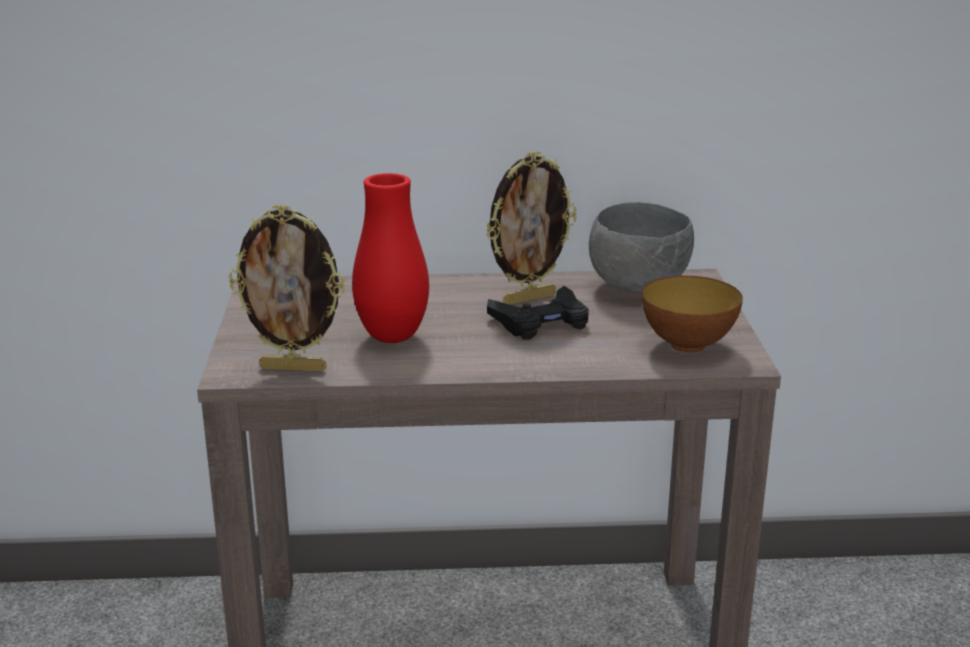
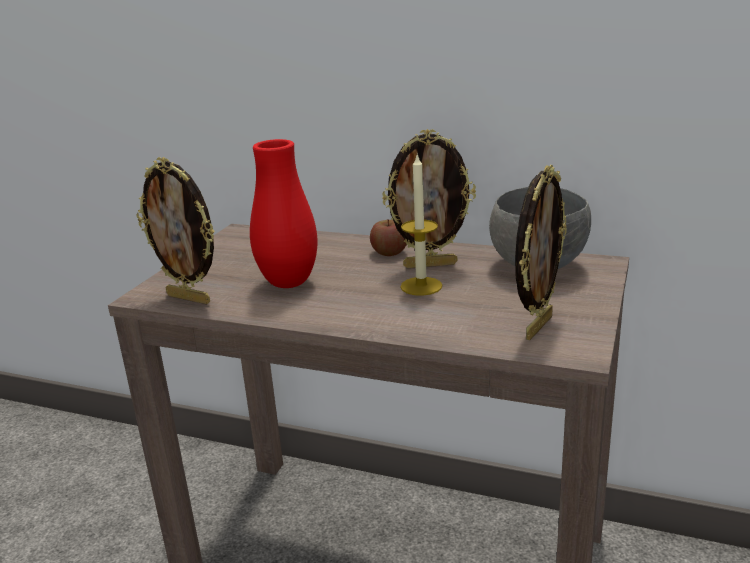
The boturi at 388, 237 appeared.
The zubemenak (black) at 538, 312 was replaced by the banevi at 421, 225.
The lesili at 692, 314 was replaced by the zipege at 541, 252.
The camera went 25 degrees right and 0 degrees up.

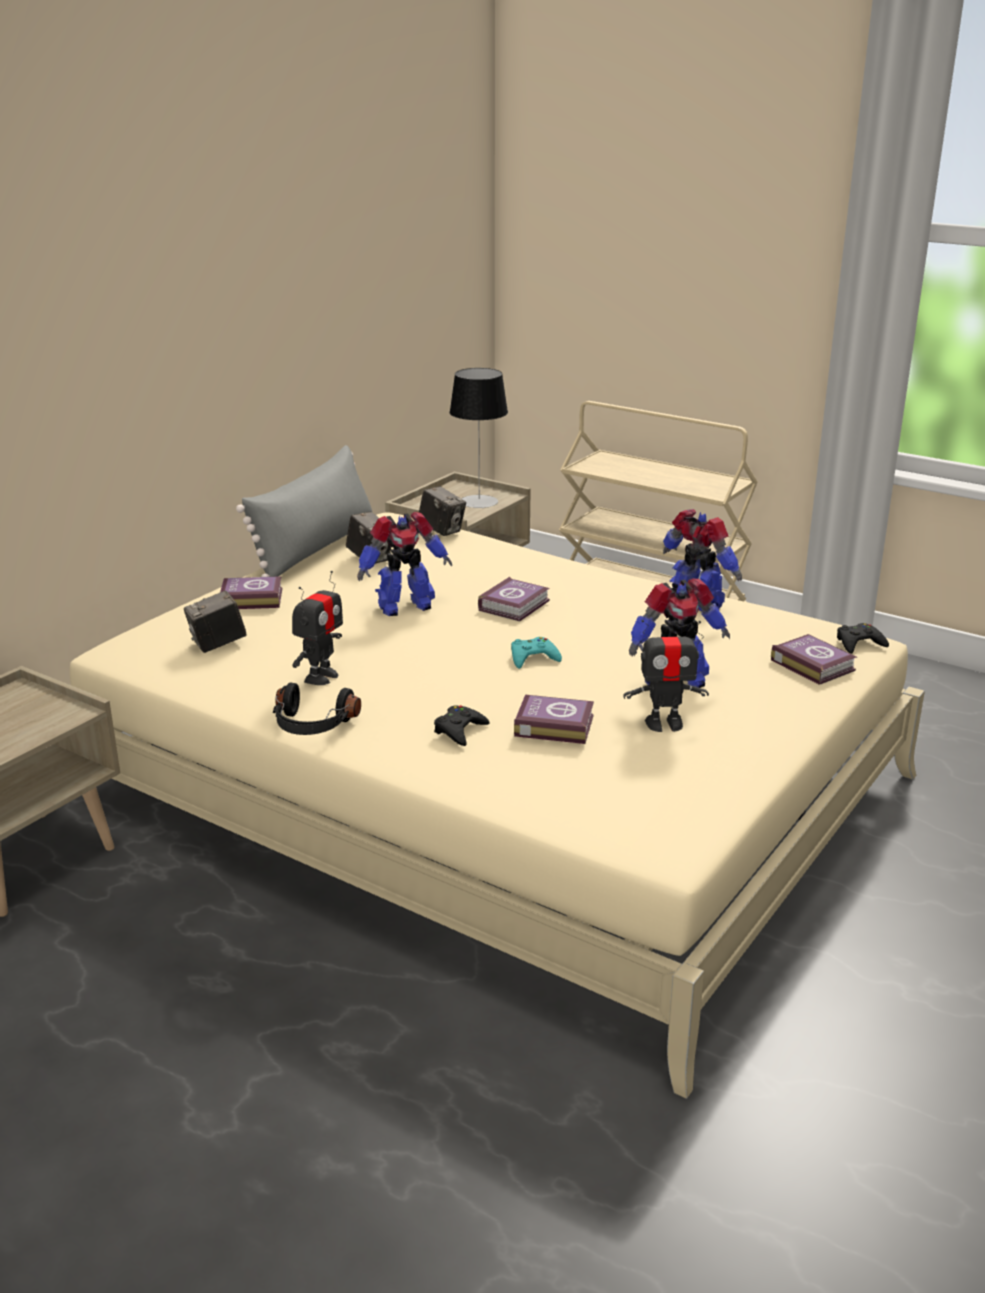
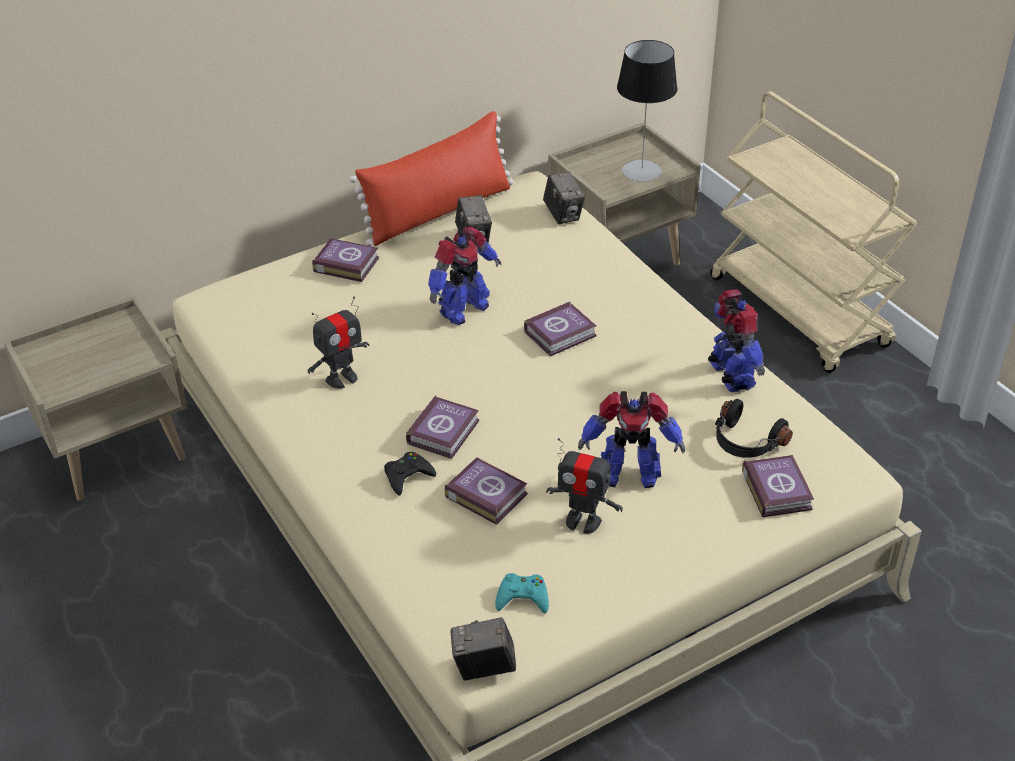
The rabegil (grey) at 304, 511 became the rabegil (red) at 431, 178.
The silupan at 442, 427 appeared.
The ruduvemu at 404, 564 turned 45 degrees counterclockwise.
The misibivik moved from 215, 621 to 483, 649.
The zubemenak (turquoise) moved from 536, 653 to 522, 593.
The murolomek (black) moved from 317, 708 to 754, 428.
The zubemenak (black) at 863, 638 disappeared.
The camera went 25 degrees right and 15 degrees up.

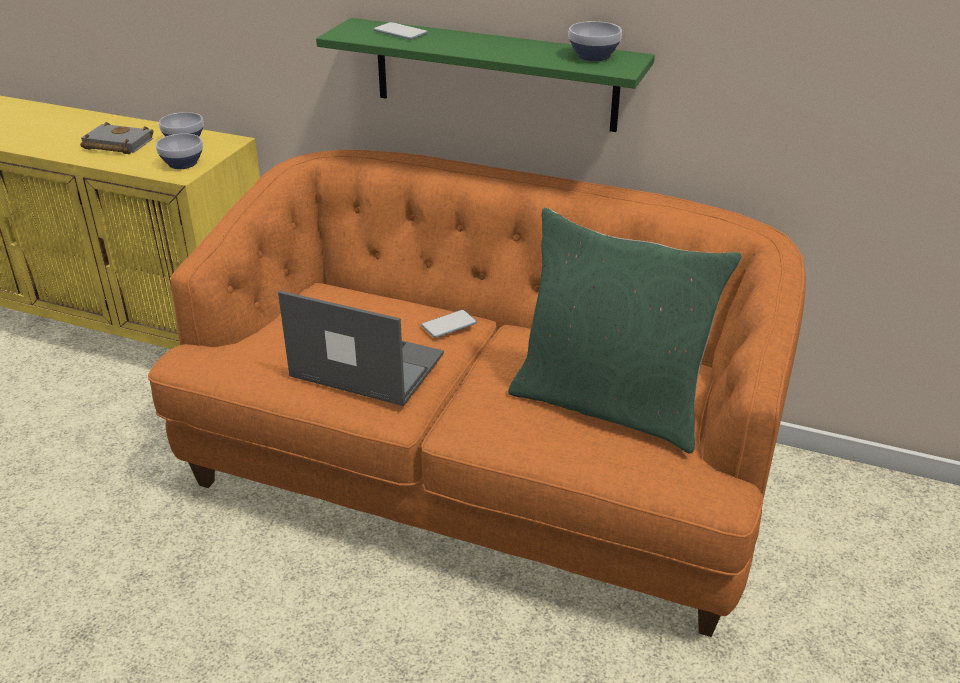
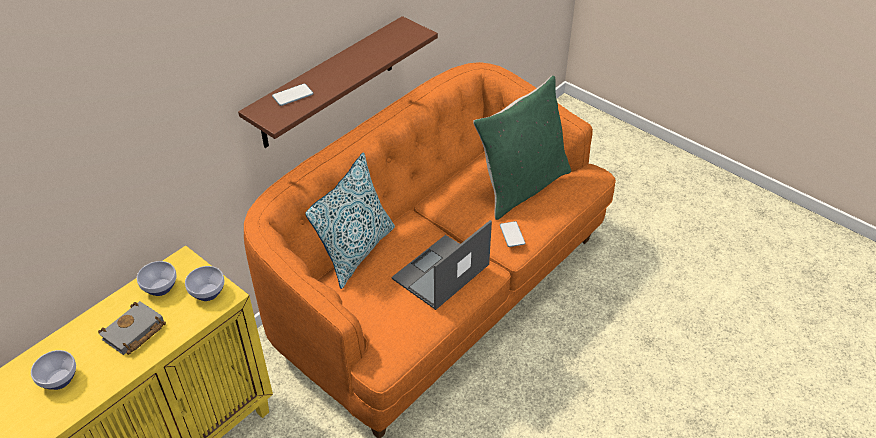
The lesili moved from 595, 41 to 53, 370.
The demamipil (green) at 485, 75 became the demamipil (brown) at 338, 82.
The rabegil at 350, 220 appeared.
The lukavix moved from 449, 324 to 512, 234.
The camera went 70 degrees left and 10 degrees up.

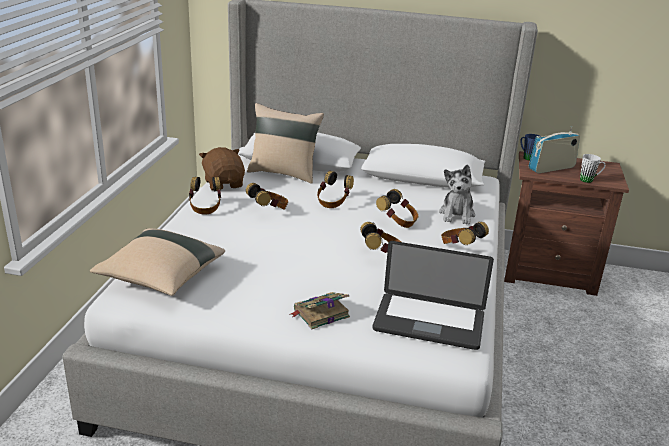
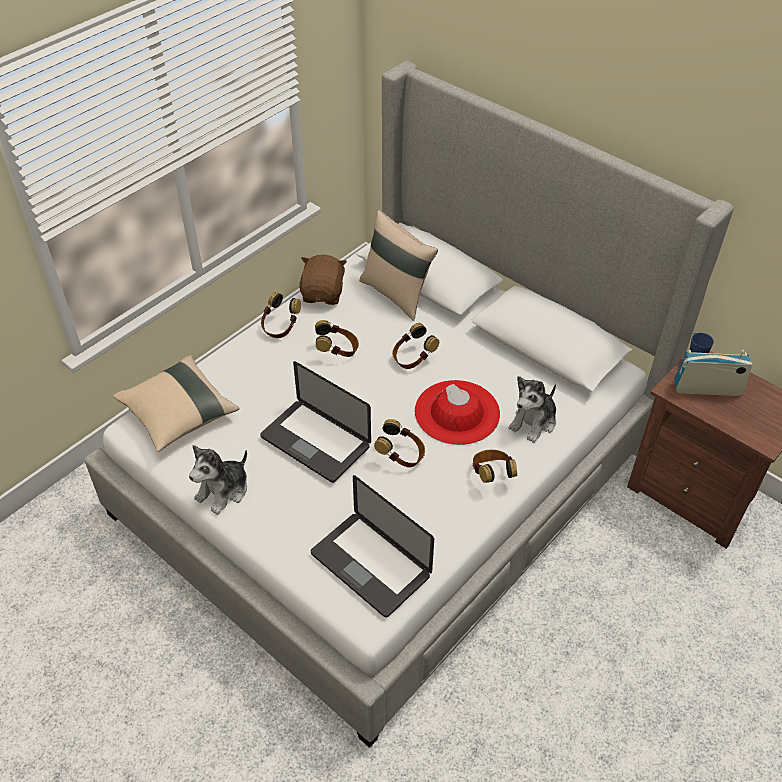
The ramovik at 218, 480 appeared.
The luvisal at 315, 422 appeared.
The murolomek at 397, 208 was replaced by the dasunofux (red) at 457, 412.
The silupan at 320, 310 disappeared.
The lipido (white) at 592, 168 disappeared.
The camera went 30 degrees right and 20 degrees up.

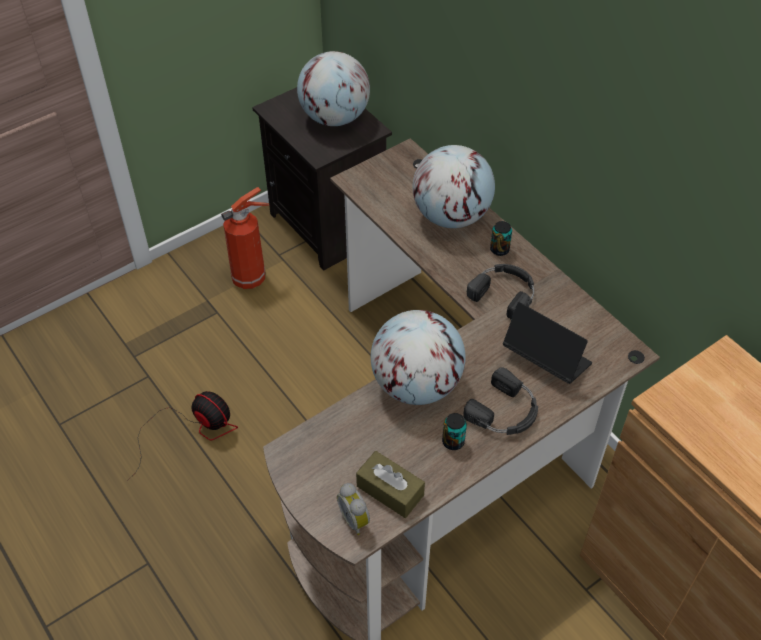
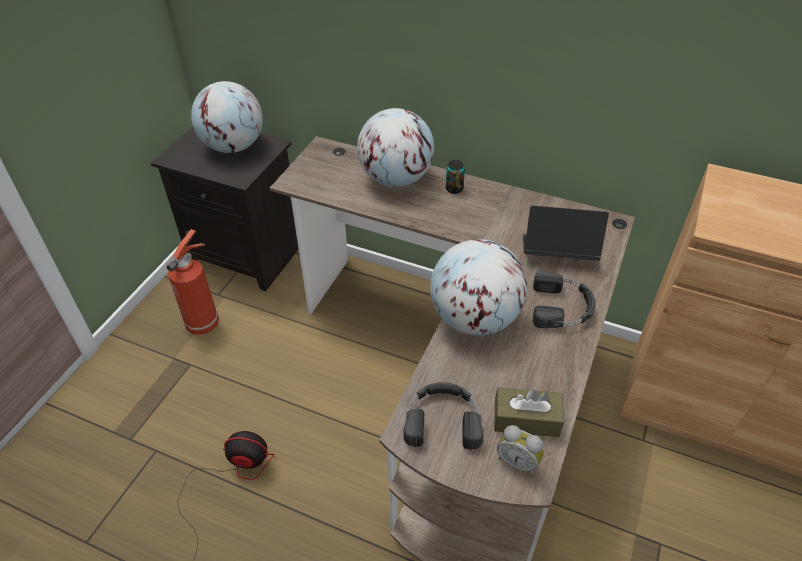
The murolomek (black) moved from 500, 292 to 443, 416.
The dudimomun at 454, 431 disappeared.
The camera went 30 degrees left and 5 degrees down.

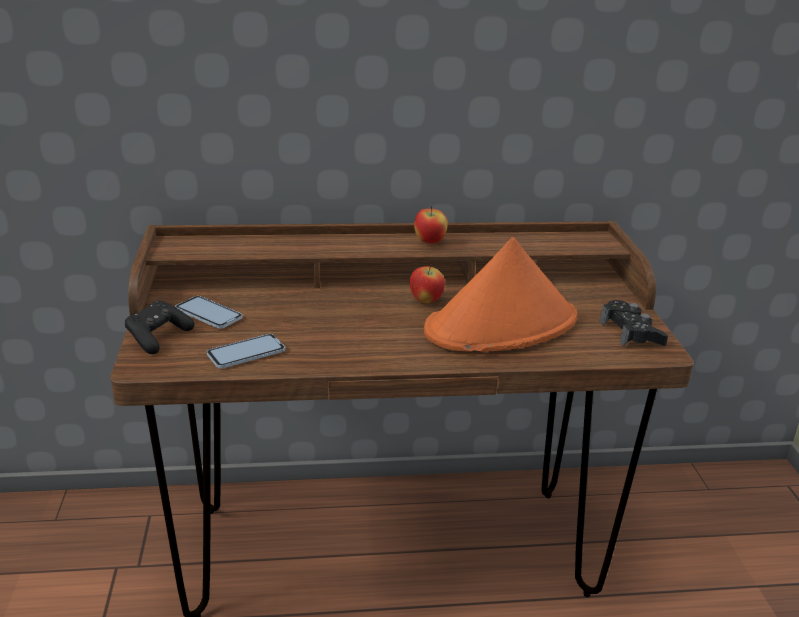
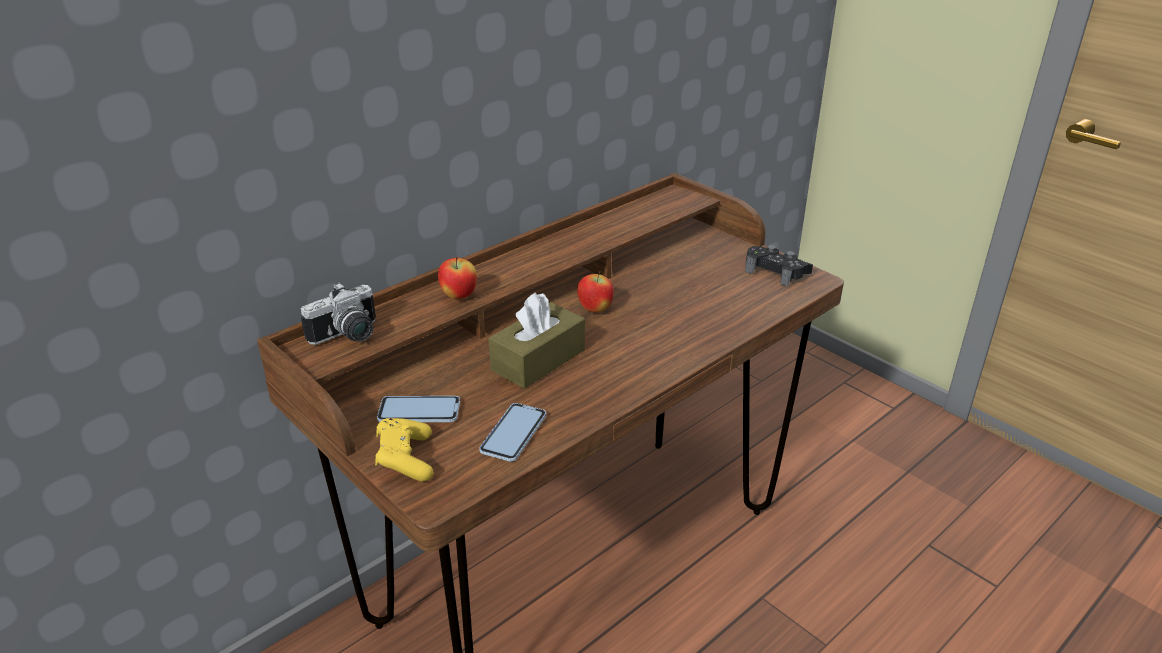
The misibivik at 338, 314 appeared.
The zubemenak (black) at 159, 327 became the zubemenak (yellow) at 404, 450.
The boturi moved from 431, 225 to 457, 278.
The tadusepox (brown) at 536, 340 appeared.
The dasunofux (orange) at 500, 294 disappeared.
The camera went 35 degrees left and 5 degrees up.

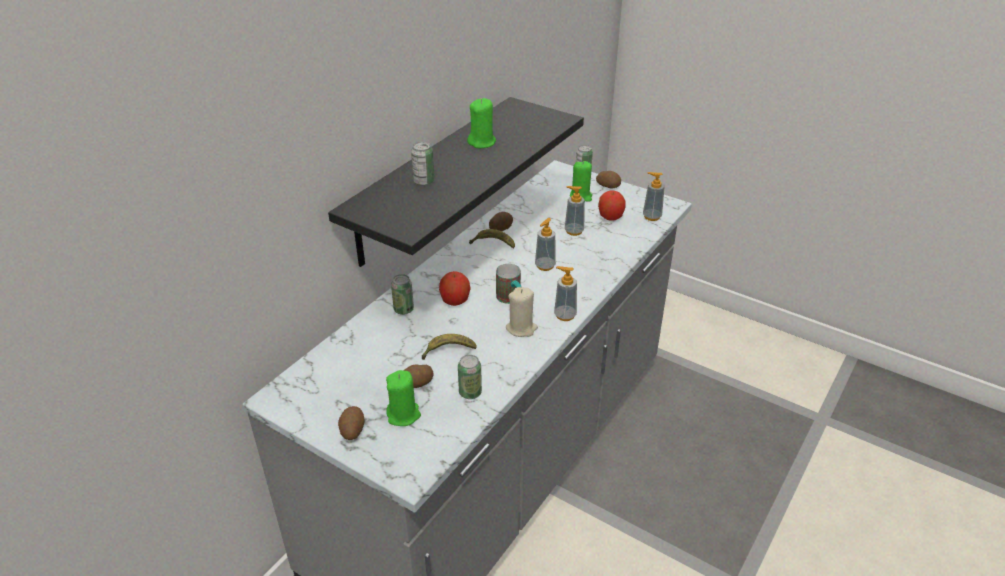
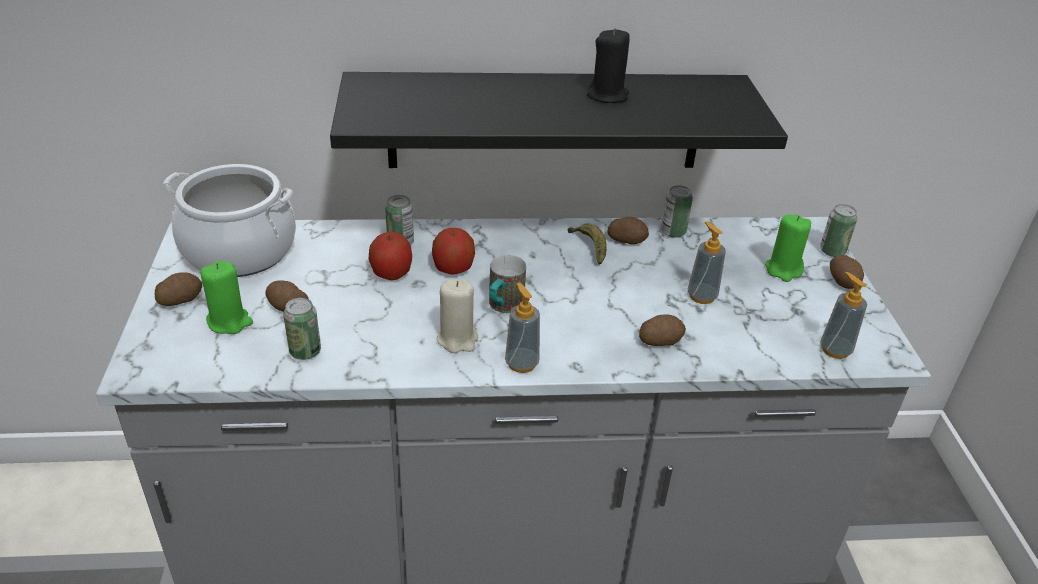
The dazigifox at 229, 220 appeared.
The boturi moved from 612, 205 to 390, 256.
The banevi (green) at 481, 123 became the banevi (black) at 608, 65.
The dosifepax at 662, 330 appeared.
The dudimomun moved from 422, 164 to 677, 212.
The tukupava at 449, 347 disappeared.
The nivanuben at 545, 244 disappeared.
The camera went 50 degrees right and 0 degrees up.

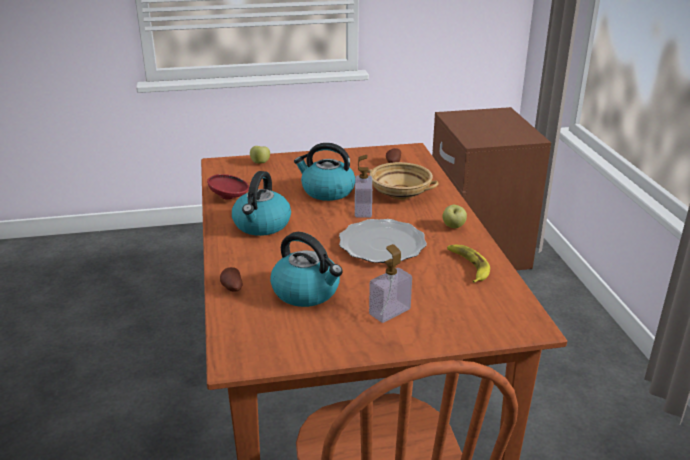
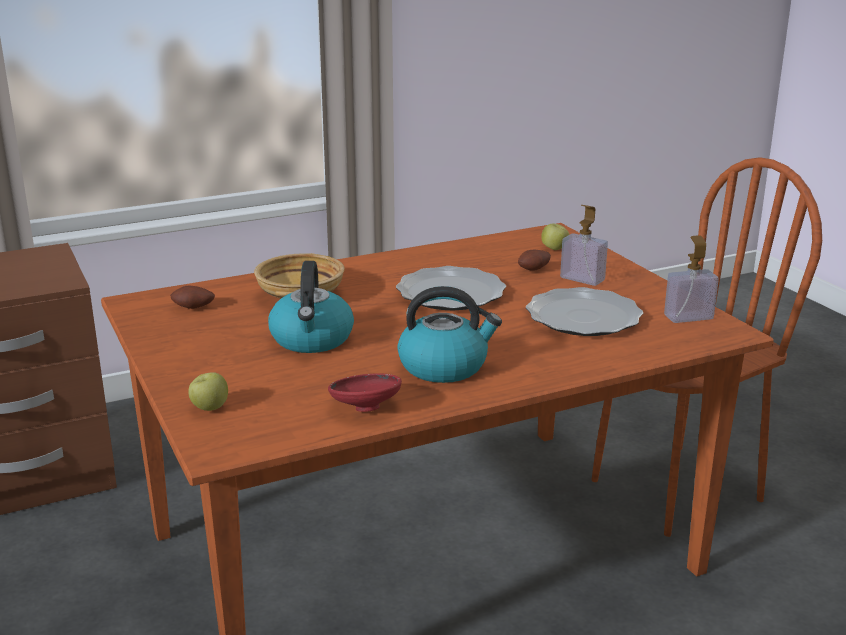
The dosifepax moved from 231, 279 to 534, 260.
The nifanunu at 306, 269 was replaced by the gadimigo at 584, 311.
The boturi moved from 454, 216 to 555, 237.
The nivanuben moved from 363, 186 to 691, 279.
The tukupava at 468, 264 disappeared.
The camera went 105 degrees left and 5 degrees down.

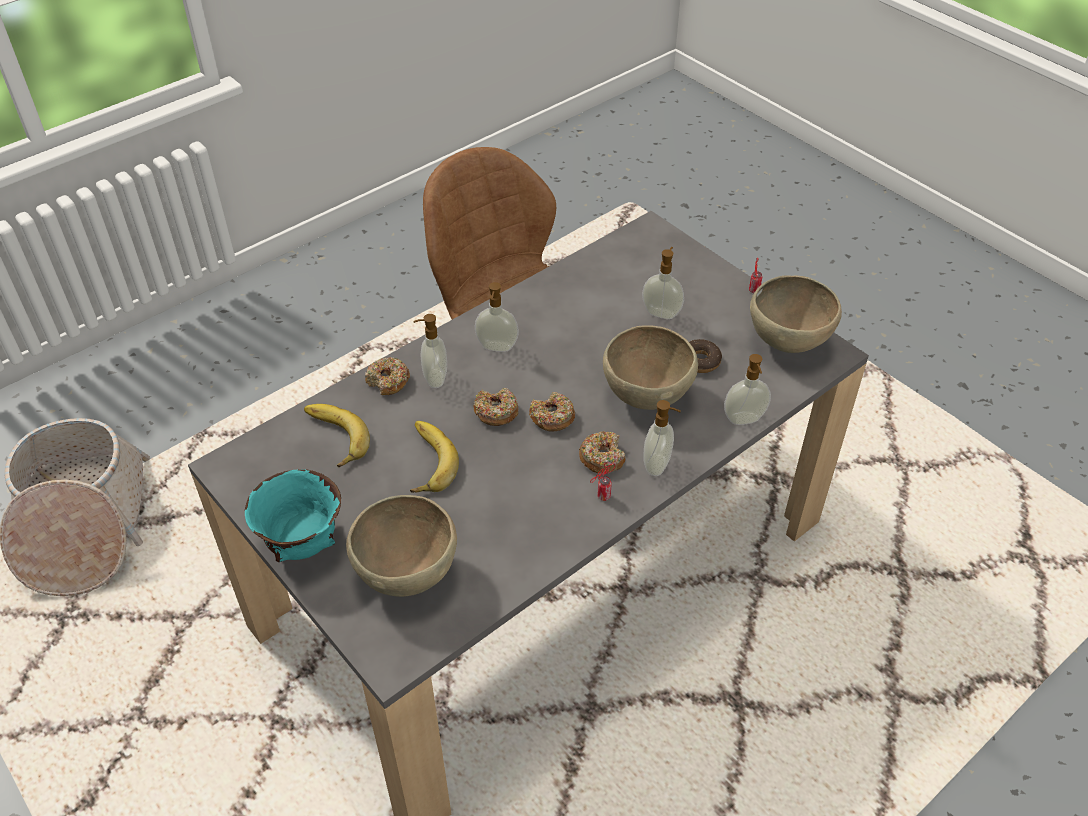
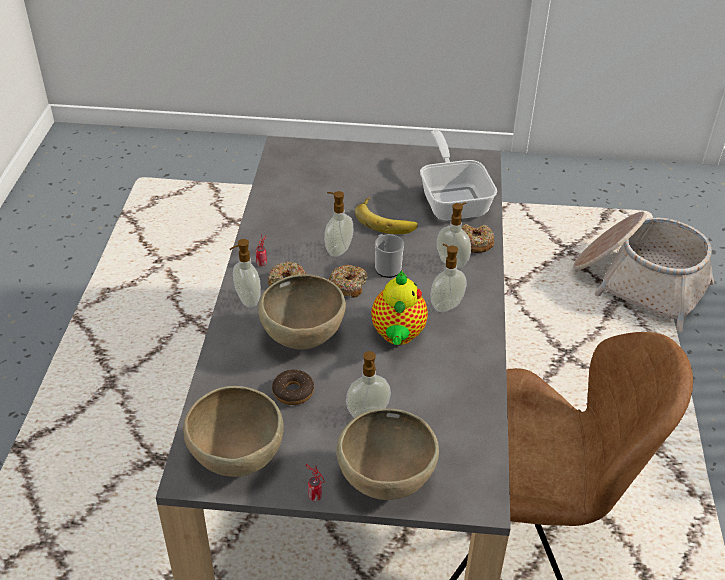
The nivanuben moved from 747, 389 to 338, 224.
The lesili (brown) moved from 401, 546 to 387, 454.
The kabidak at 399, 307 appeared.
The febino at 496, 407 was replaced by the lipido at 389, 256.
The tukupava at 337, 435 was replaced by the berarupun at 458, 175.
The lesili (turquoise) at 293, 516 disappeared.
The camera went 135 degrees right and 5 degrees down.

